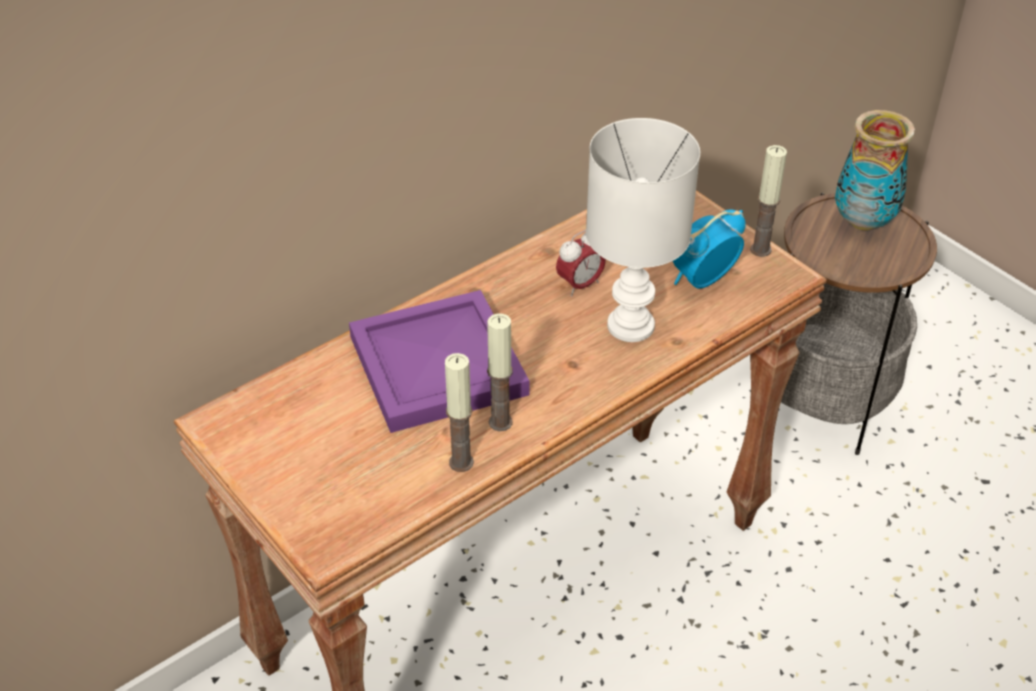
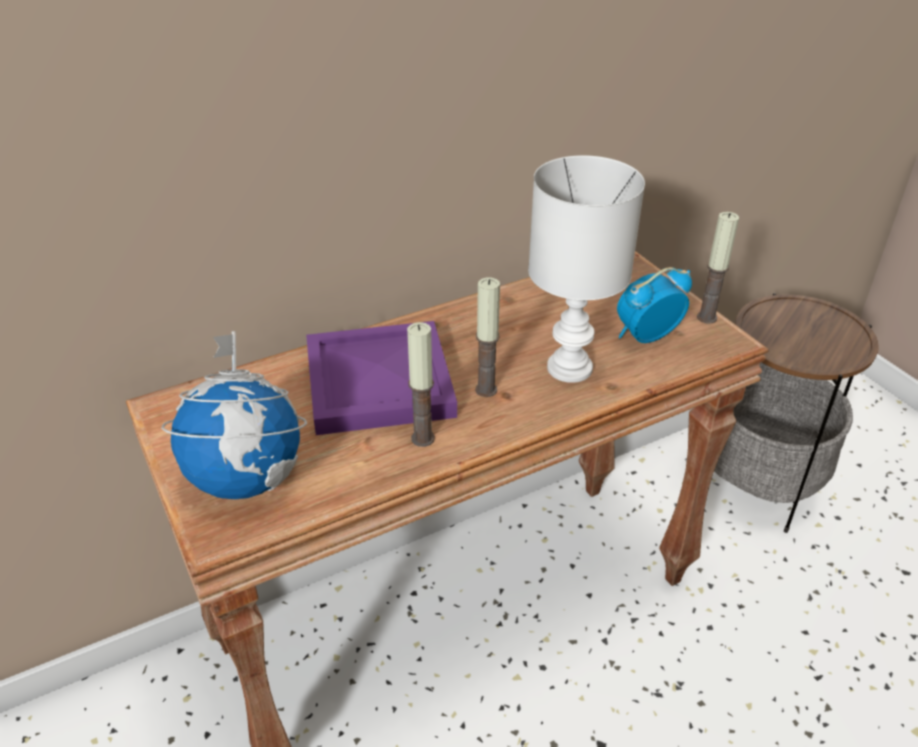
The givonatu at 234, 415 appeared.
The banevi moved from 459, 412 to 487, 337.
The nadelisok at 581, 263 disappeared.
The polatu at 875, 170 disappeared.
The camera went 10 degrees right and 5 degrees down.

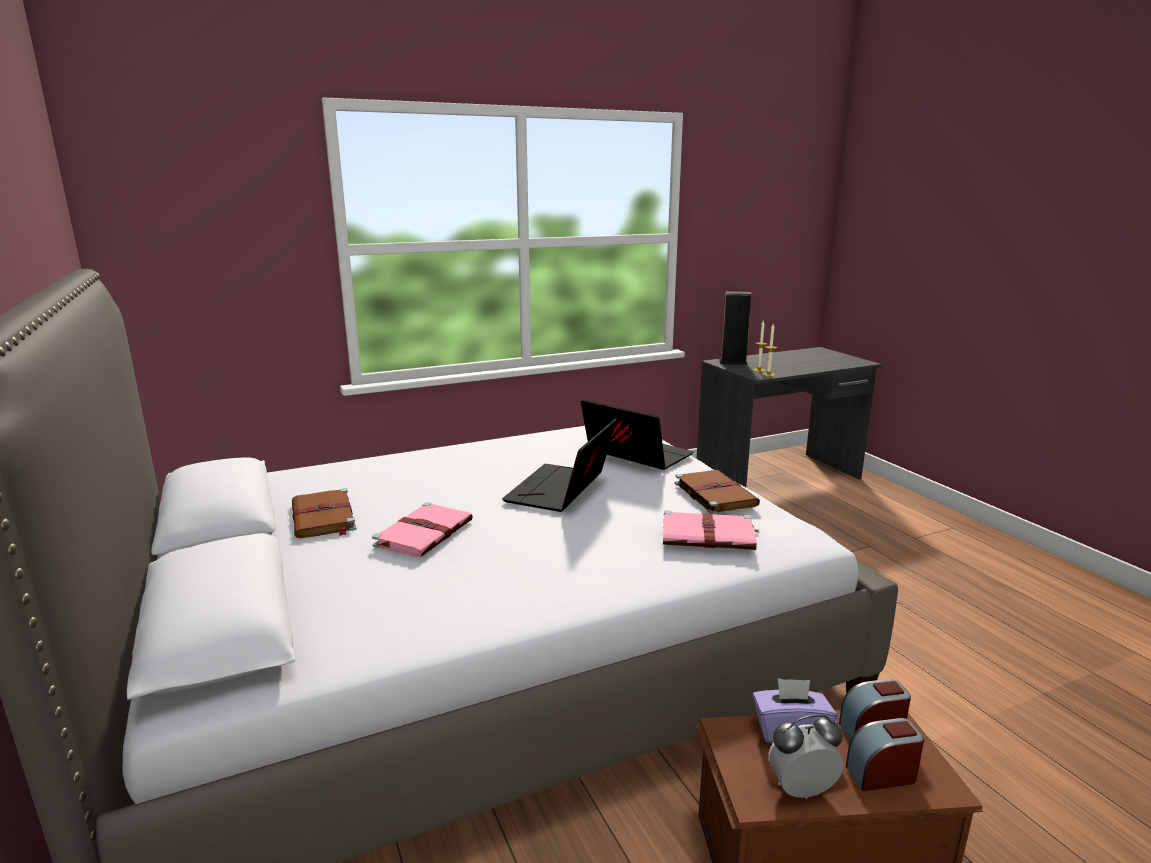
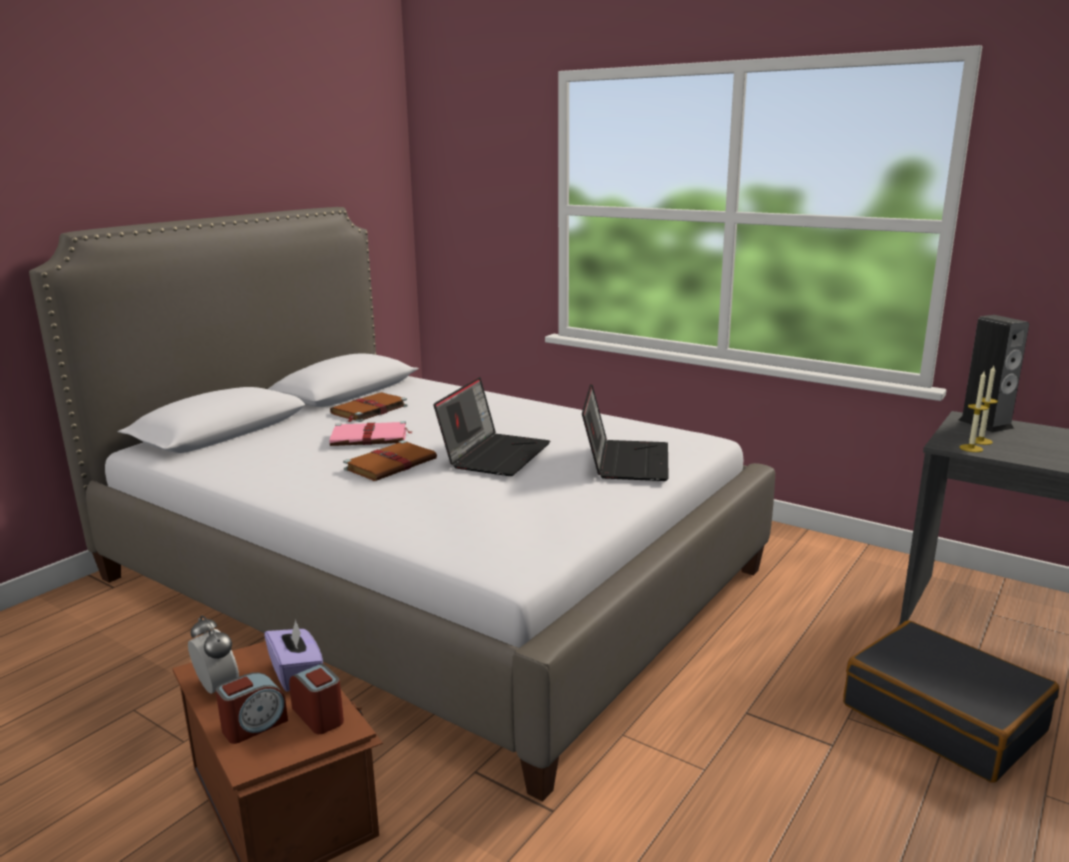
The nadelisok at 885, 754 turned 90 degrees clockwise.
The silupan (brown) moved from 717, 492 to 390, 460.
The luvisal at 559, 465 turned 120 degrees clockwise.
The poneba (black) at 951, 701 appeared.
The silupan (pink) at 711, 530 disappeared.
The camera went 60 degrees right and 0 degrees up.

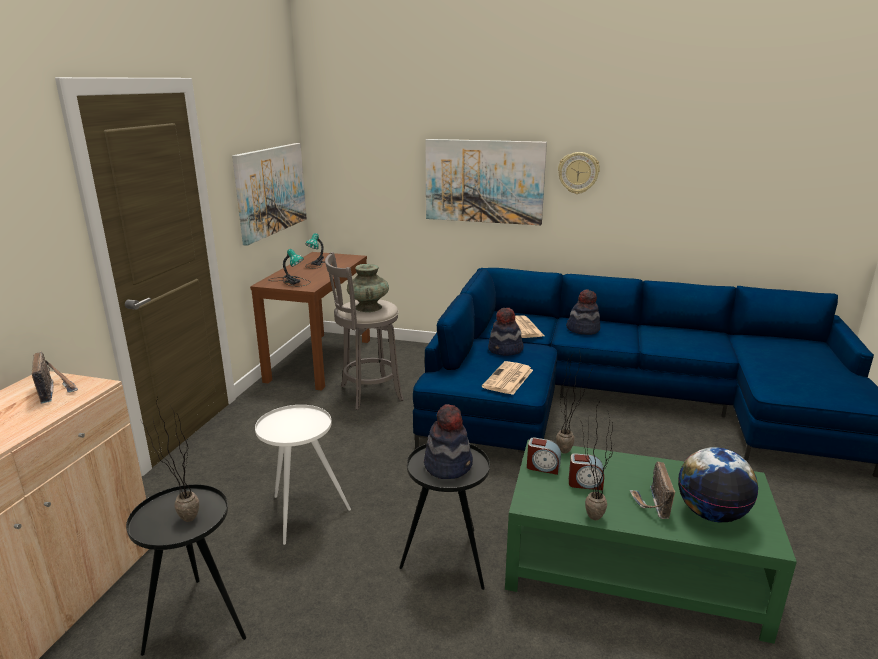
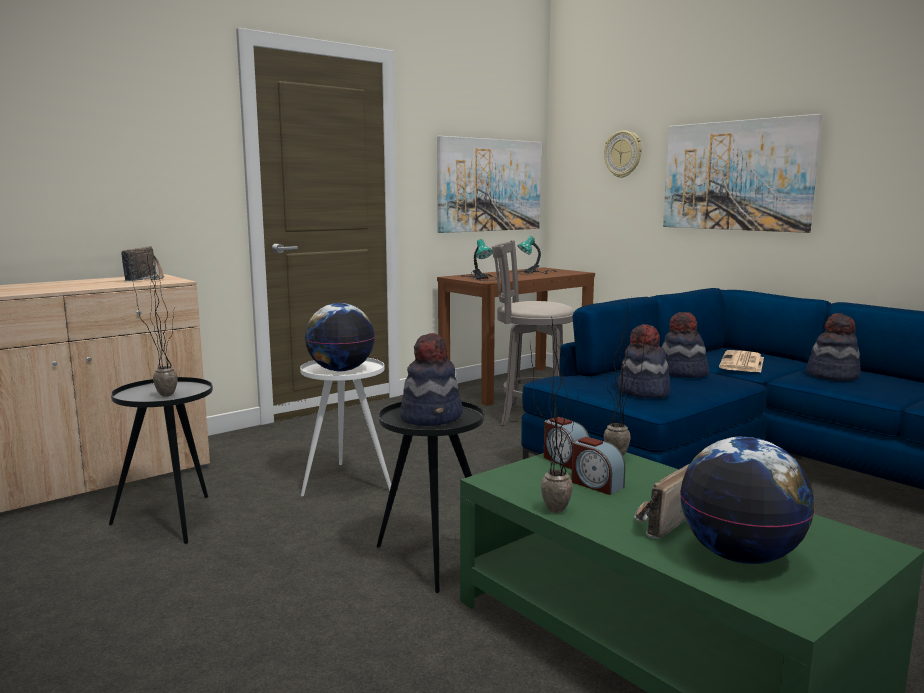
The givonatu at 340, 337 appeared.
The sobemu moved from 579, 173 to 623, 154.
The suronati at 507, 378 was replaced by the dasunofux at 644, 361.
The polatu (turquoise) at 368, 288 disappeared.
The camera went 35 degrees right and 10 degrees down.

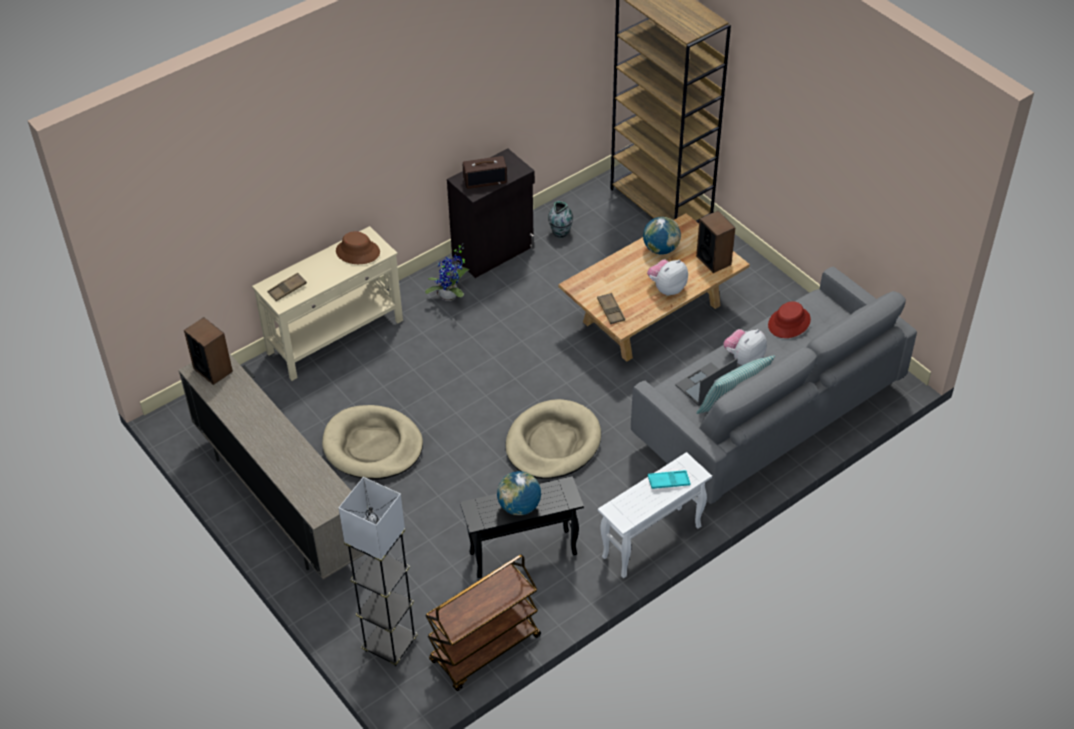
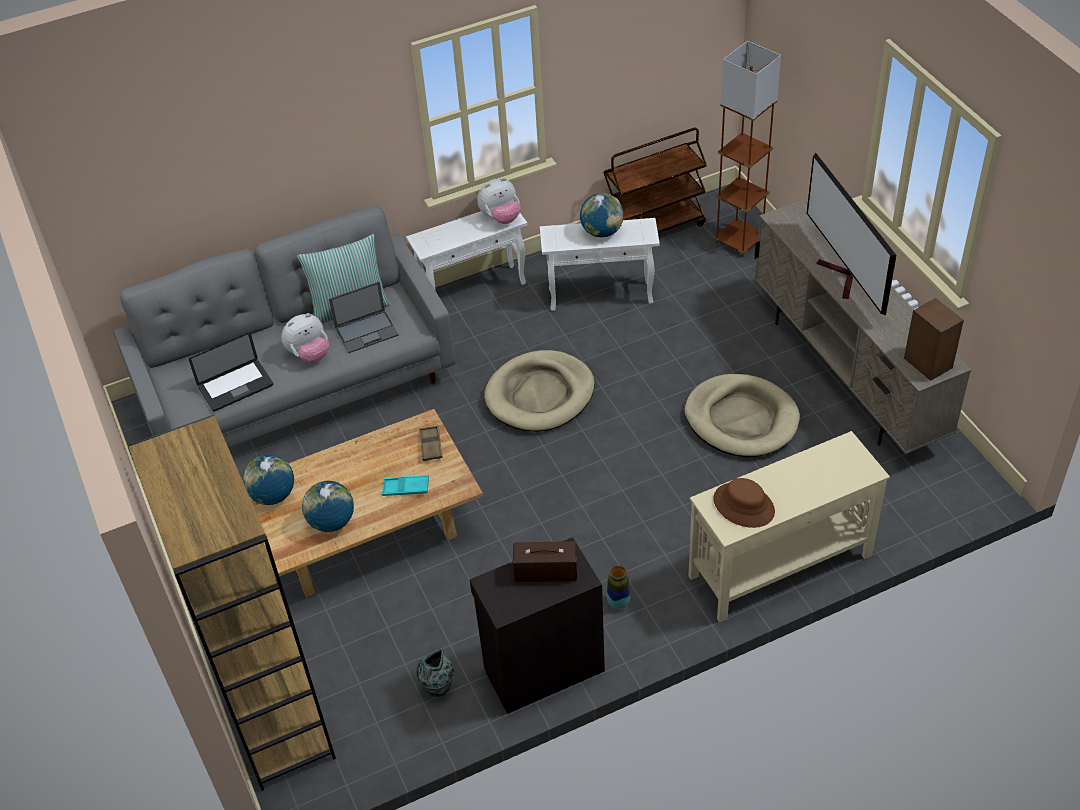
The dasunofux (red) at 789, 319 was replaced by the luvisal at 231, 371.
The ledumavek at 715, 242 was replaced by the givonatu at 268, 480.
The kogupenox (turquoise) moved from 669, 479 to 405, 485.
The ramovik moved from 667, 277 to 499, 200.
The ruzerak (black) at 522, 527 became the ruzerak (white) at 600, 264.
The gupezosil at 447, 272 was replaced by the polatu at 618, 587.
The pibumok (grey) at 378, 571 became the pibumok (brown) at 747, 149.
The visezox at 851, 234 appeared.
The kogupenox (brown) at 287, 287 disappeared.
The camera went 165 degrees left and 0 degrees up.

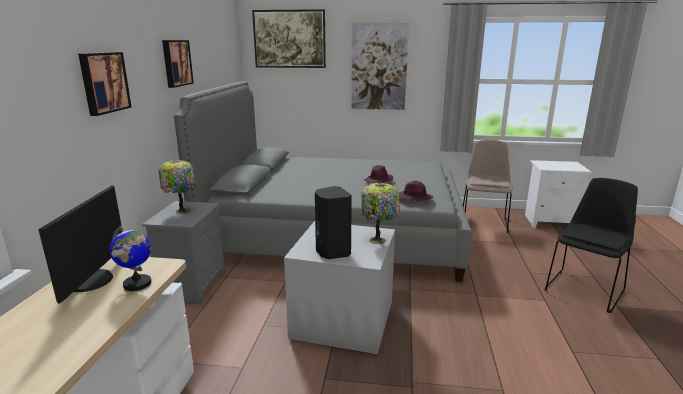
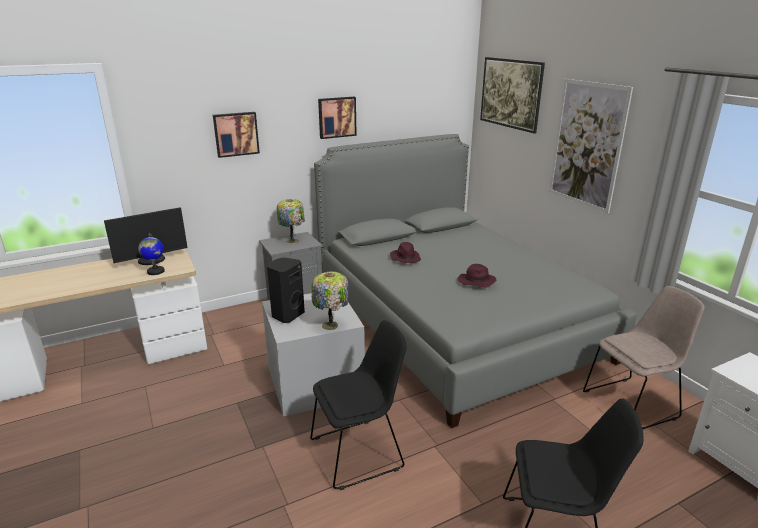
The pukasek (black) at 358, 405 appeared.
The dasunofux (purple) moved from 416, 192 to 405, 252.
The camera went 55 degrees right and 5 degrees up.

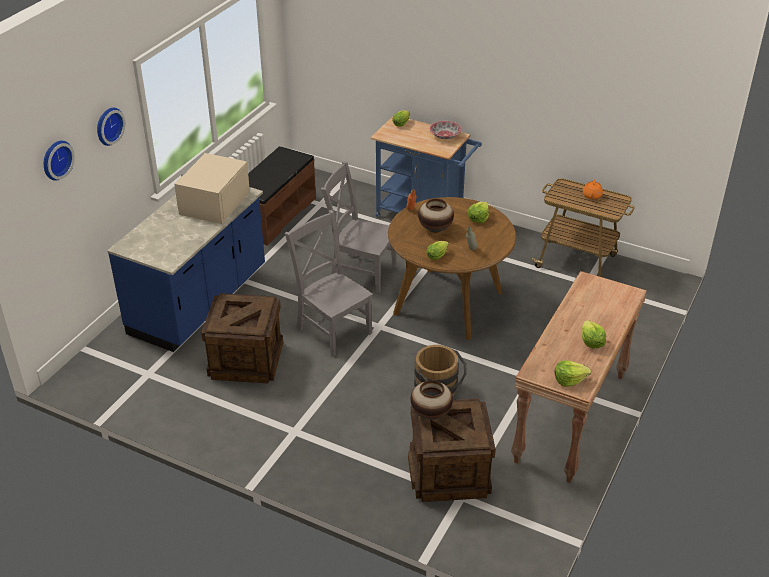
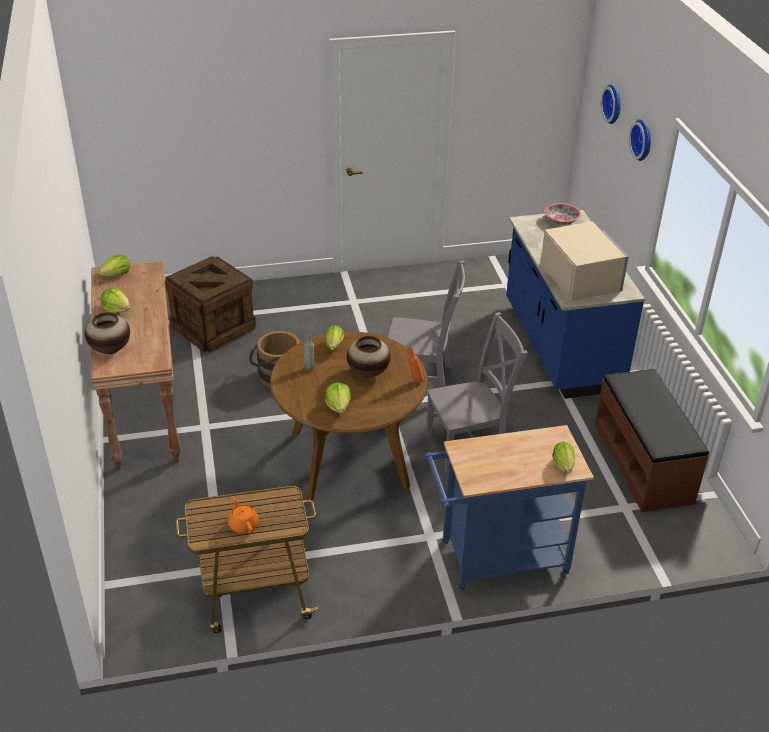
The polatu moved from 431, 400 to 107, 333.
The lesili moved from 446, 130 to 562, 214.
The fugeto at 242, 338 disappeared.
The camera went 140 degrees right and 0 degrees up.

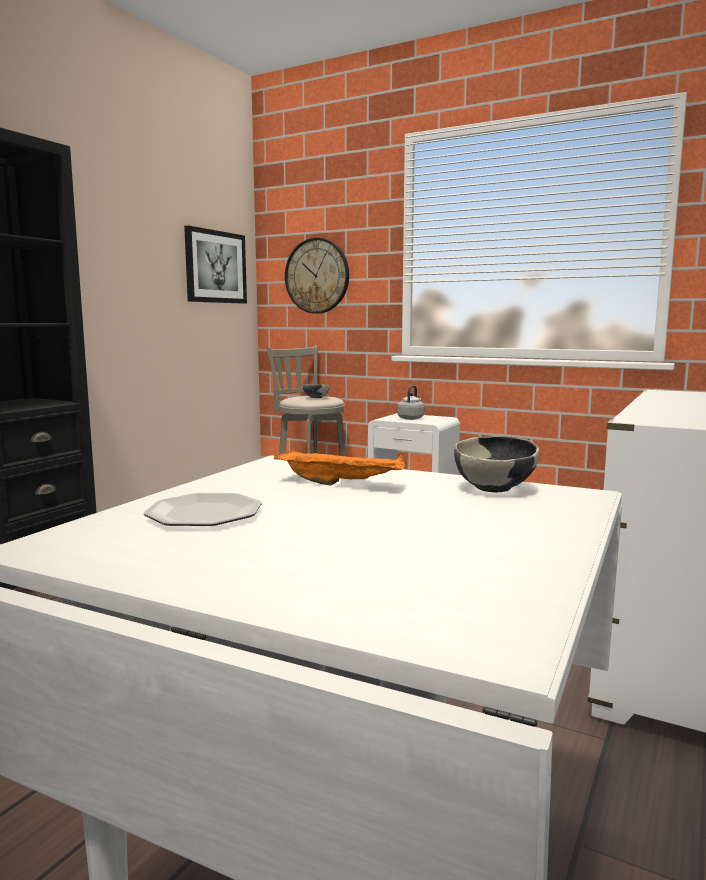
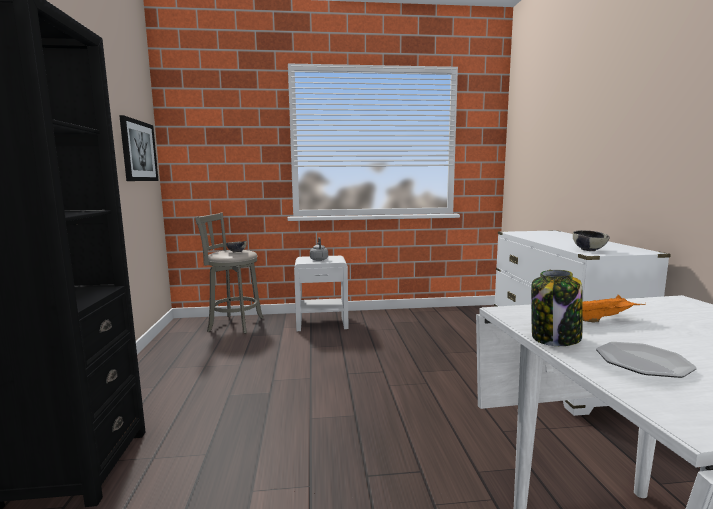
The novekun at 557, 308 appeared.
The lesili moved from 497, 464 to 591, 240.
The sobemu at 317, 276 disappeared.
The camera went 35 degrees left and 0 degrees up.

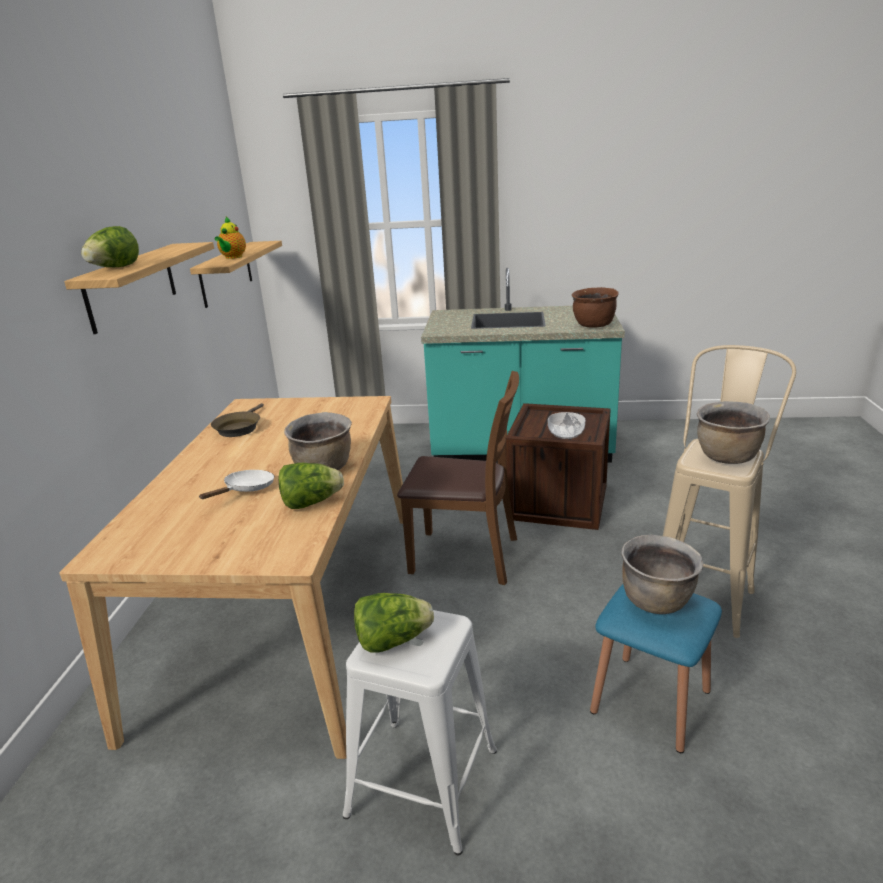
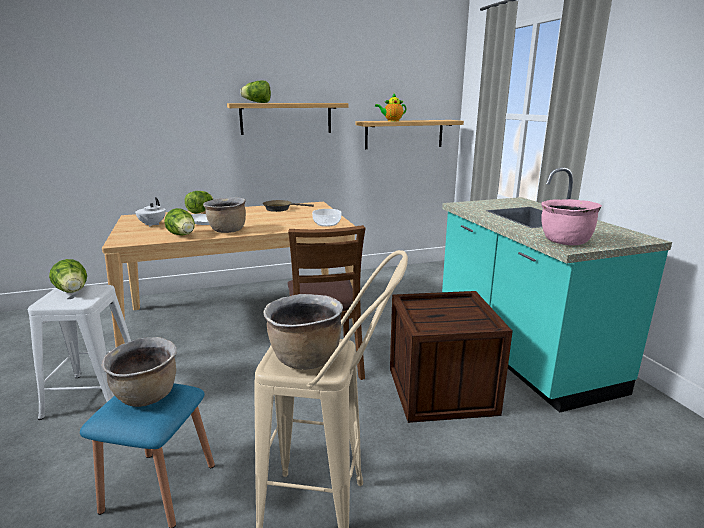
The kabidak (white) at 150, 212 appeared.
The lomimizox at 199, 202 appeared.
The lesili moved from 566, 425 to 326, 218.
The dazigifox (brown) at 595, 307 became the dazigifox (pink) at 571, 222.
The camera went 65 degrees right and 5 degrees down.

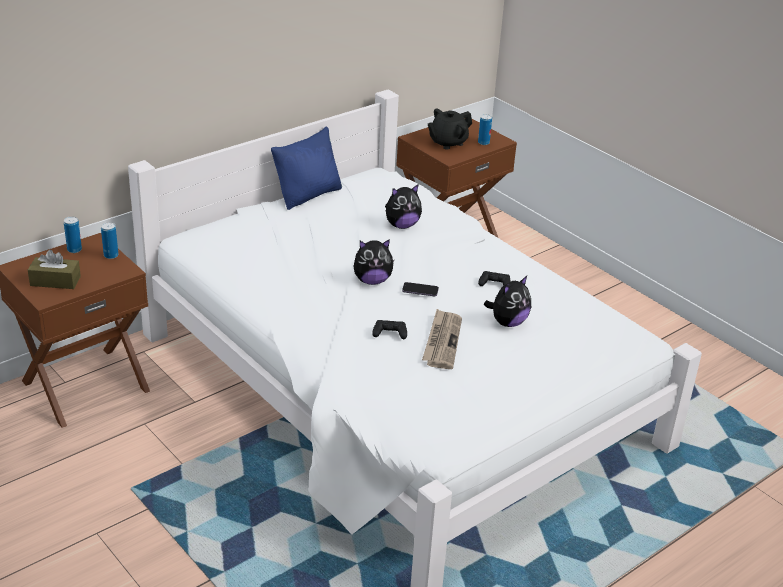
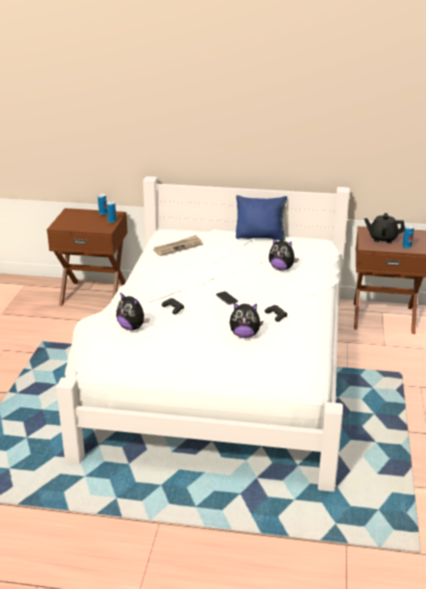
The ramovik moved from 374, 262 to 132, 311.
The suronati moved from 442, 339 to 178, 245.
The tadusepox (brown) at 54, 269 disappeared.
The camera went 50 degrees right and 5 degrees down.

